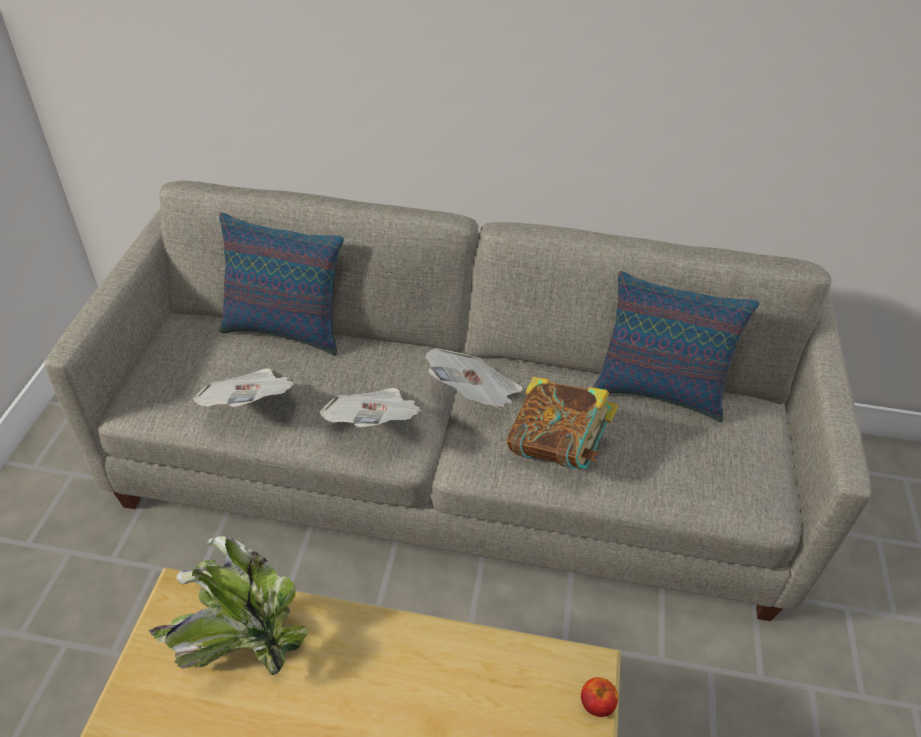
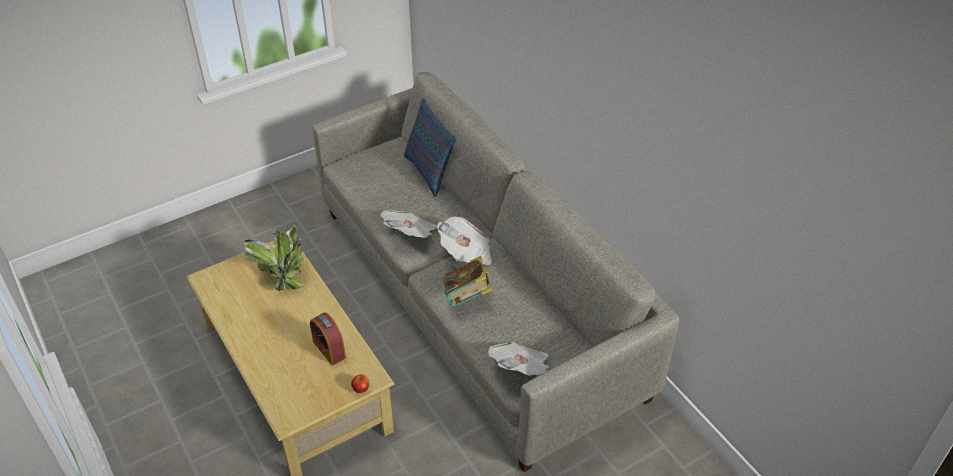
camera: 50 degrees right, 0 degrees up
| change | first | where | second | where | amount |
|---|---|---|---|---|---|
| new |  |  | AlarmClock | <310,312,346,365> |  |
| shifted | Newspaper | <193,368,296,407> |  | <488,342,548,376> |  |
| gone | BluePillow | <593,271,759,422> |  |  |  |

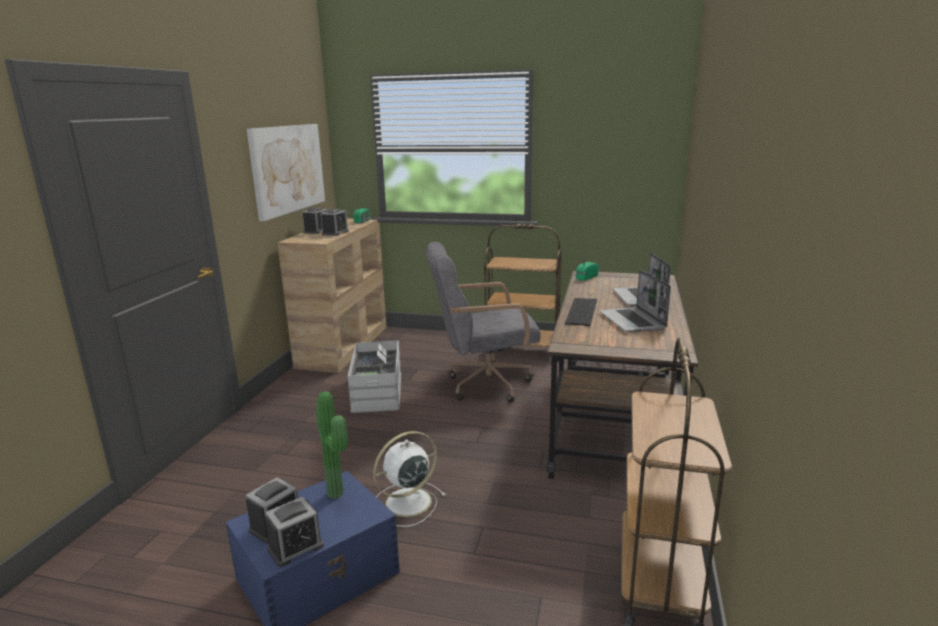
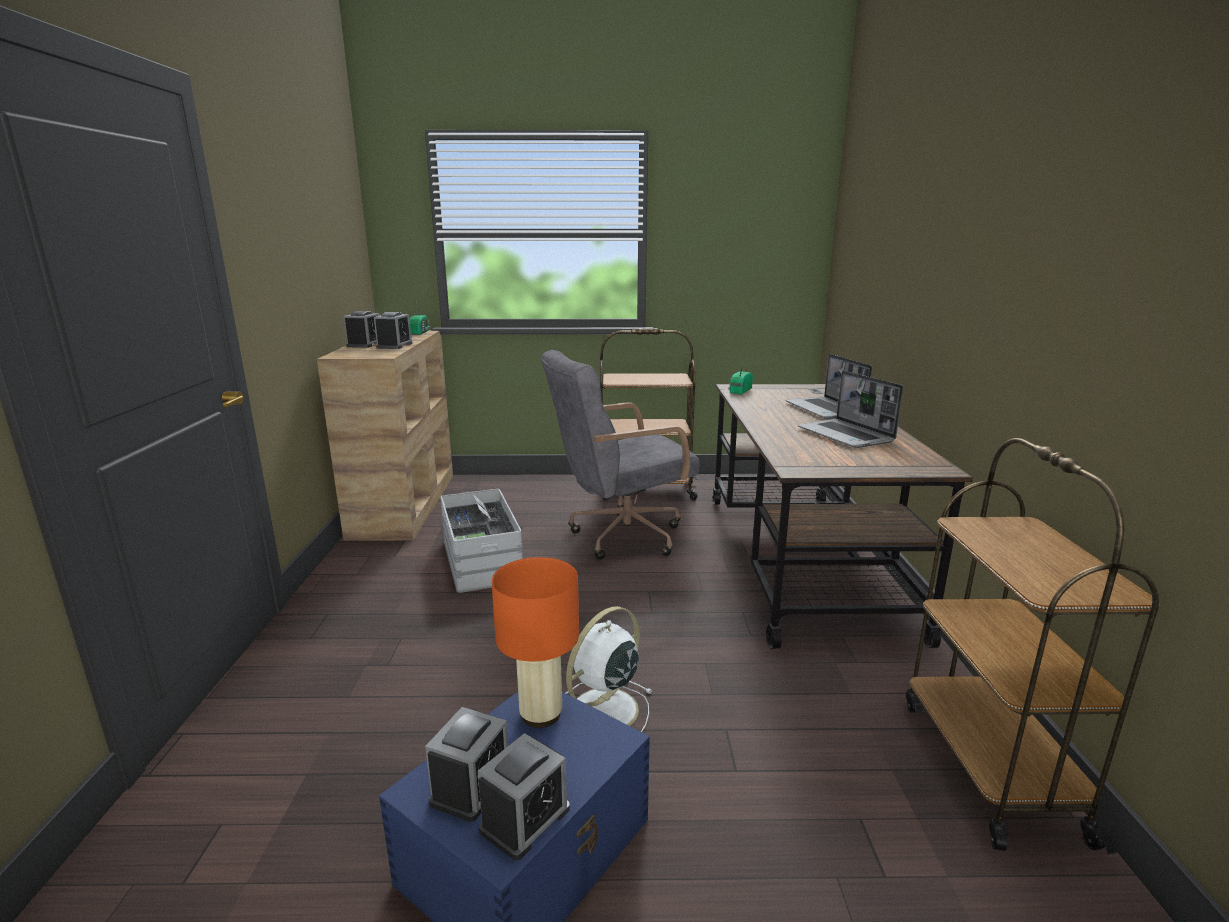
camera: 15 degrees left, 0 degrees up
| change | first | where | second | where | amount |
|---|---|---|---|---|---|
| swapped | PottedPlant | <316,391,348,499> | OrangeTableLamp | <492,557,579,728> |  |
| gone | Picture | <247,124,325,221> |  |  |  |
| gone | Keyboard | <565,298,597,326> |  |  |  |

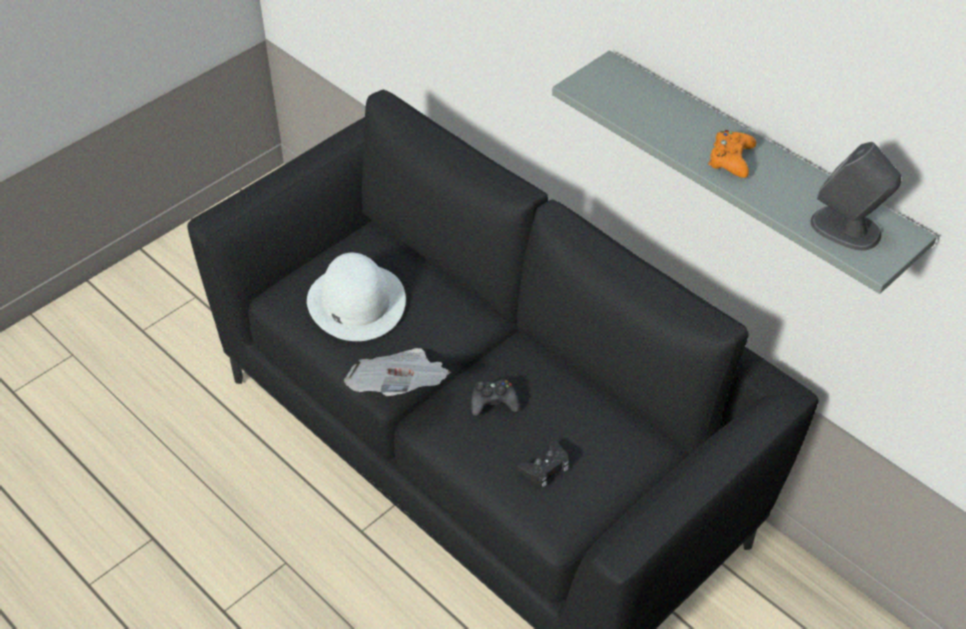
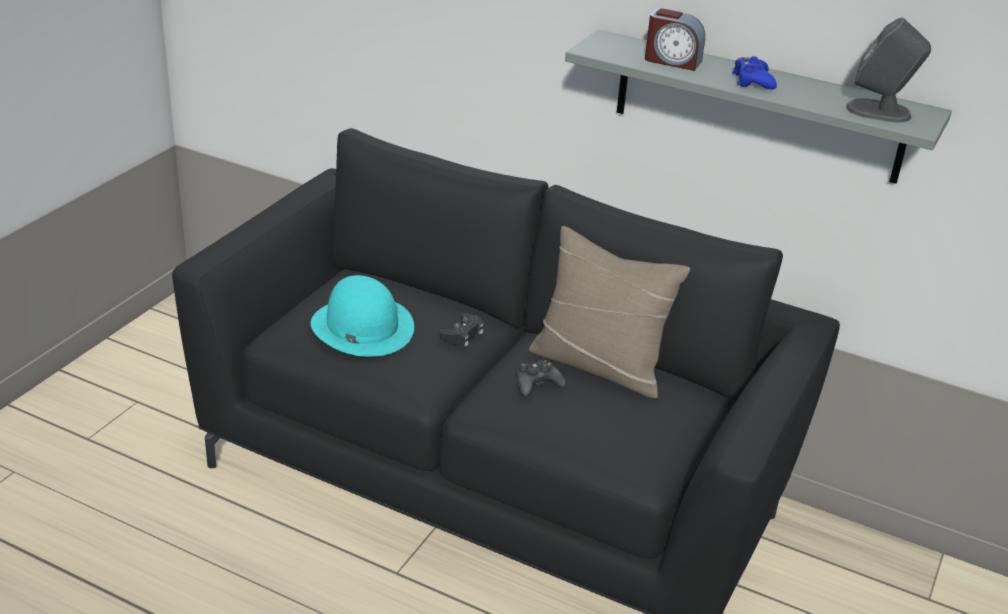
camera: 20 degrees left, 15 degrees down
| change | first | where | second | where | amount |
|---|---|---|---|---|---|
| repainted | WhiteHat | <307,253,406,341> | TurquoiseHat | <311,275,414,357> |  |
| shifted | BlackGameController | <518,441,569,487> |  | <440,313,483,347> |  |
| new |  |  | BeigePillow | <529,226,690,399> |  |
| new |  |  | AlarmClock | <645,8,705,71> |  |
| repainted | OrangeGameController | <708,130,756,178> | BlueGameController | <732,56,777,89> |  |
| gone | Newspaper | <344,348,451,396> |  |  |  |

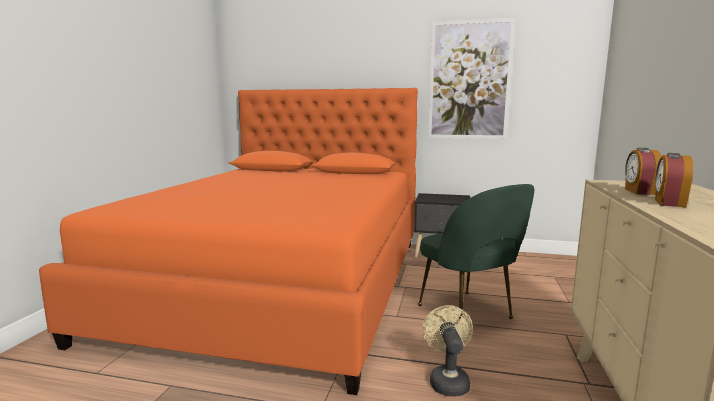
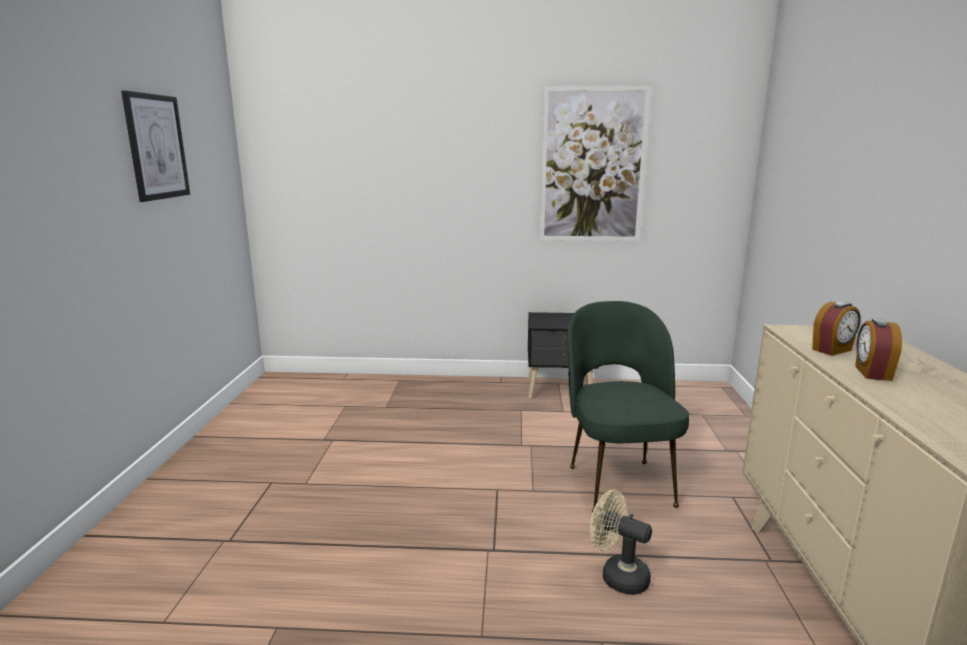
camera: 10 degrees left, 5 degrees up
| change | first | where | second | where | amount |
|---|---|---|---|---|---|
| new |  |  | Picture | <121,90,190,202> |  |
| rotated | GreenChair | <418,184,534,321> |  | <567,301,689,512> | 150 degrees counterclockwise |
| rotated | BeigeFan | <422,305,473,397> |  | <590,490,652,595> | 45 degrees counterclockwise |
| rotated | AlarmClock | <625,148,662,195> |  | <812,301,861,356> | 120 degrees counterclockwise |
| gone | OrangeBed | <39,88,418,395> |  |  |  |

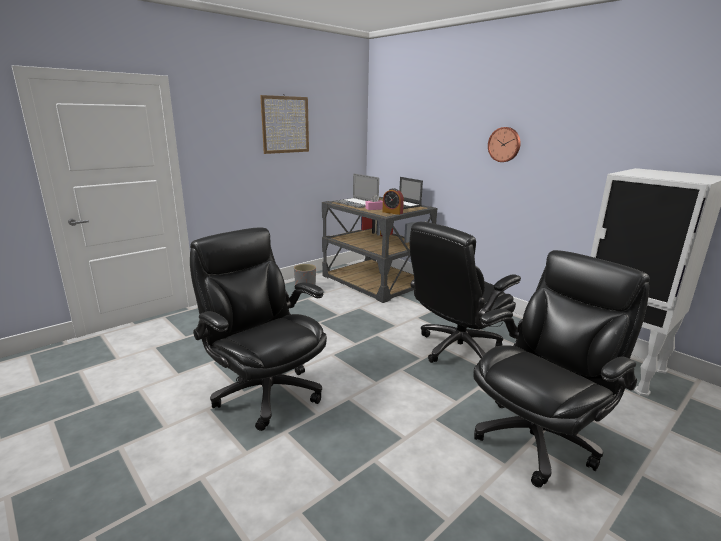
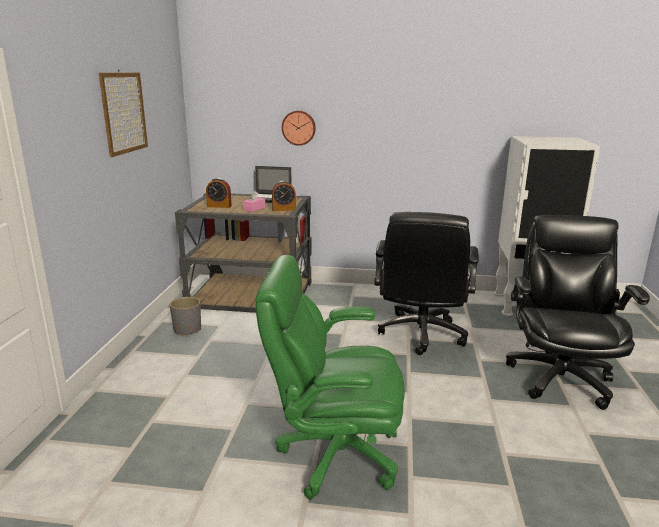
camera: 40 degrees left, 0 degrees up
| change | first | where | second | where | amount |
|---|---|---|---|---|---|
| swapped | Laptop | <334,173,379,208> | AlarmClock | <206,178,232,208> |  |
| repainted | BlackOfficeChair | <190,227,327,431> | GreenOfficeChair | <255,255,405,500> |  |
| shifted | WallClock | <488,127,521,162> |  | <282,111,316,146> |  |

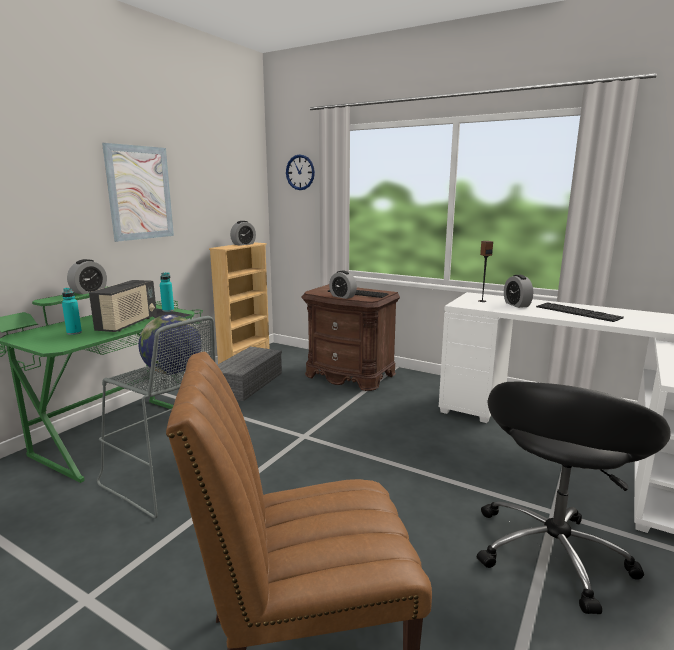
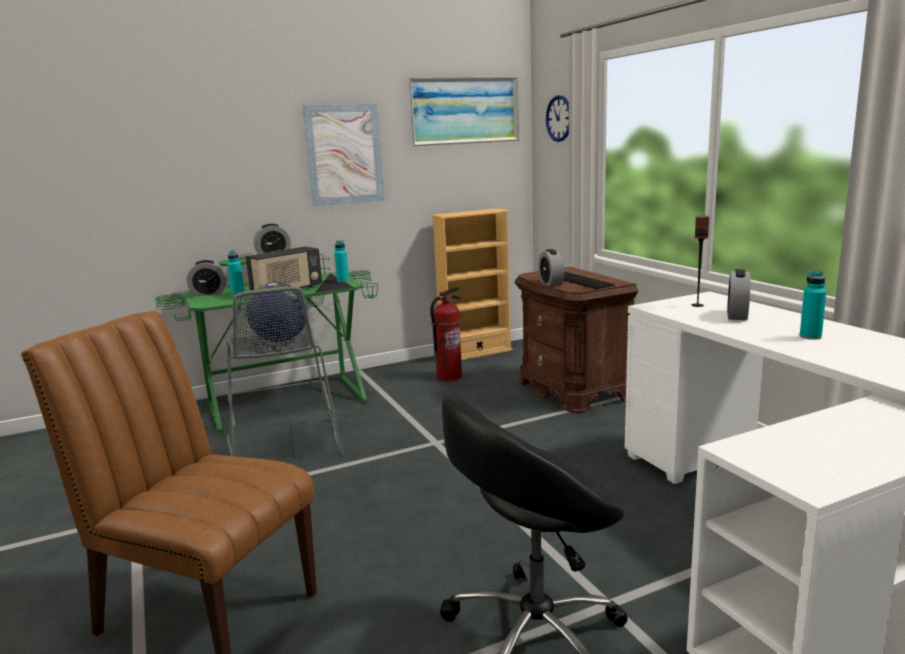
camera: 35 degrees right, 0 degrees up
| change | first | where | second | where | amount |
|---|---|---|---|---|---|
| shifted | AlarmClock | <230,221,256,246> |  | <187,260,227,296> |  |
| new |  |  | Picture | <407,76,519,146> |  |
| swapped | GreyStorageBox | <218,346,282,401> | FireExtinguisher | <430,287,462,381> |  |
| swapped | Keyboard | <536,303,624,322> | TurquoiseBottle | <800,271,827,340> |  |

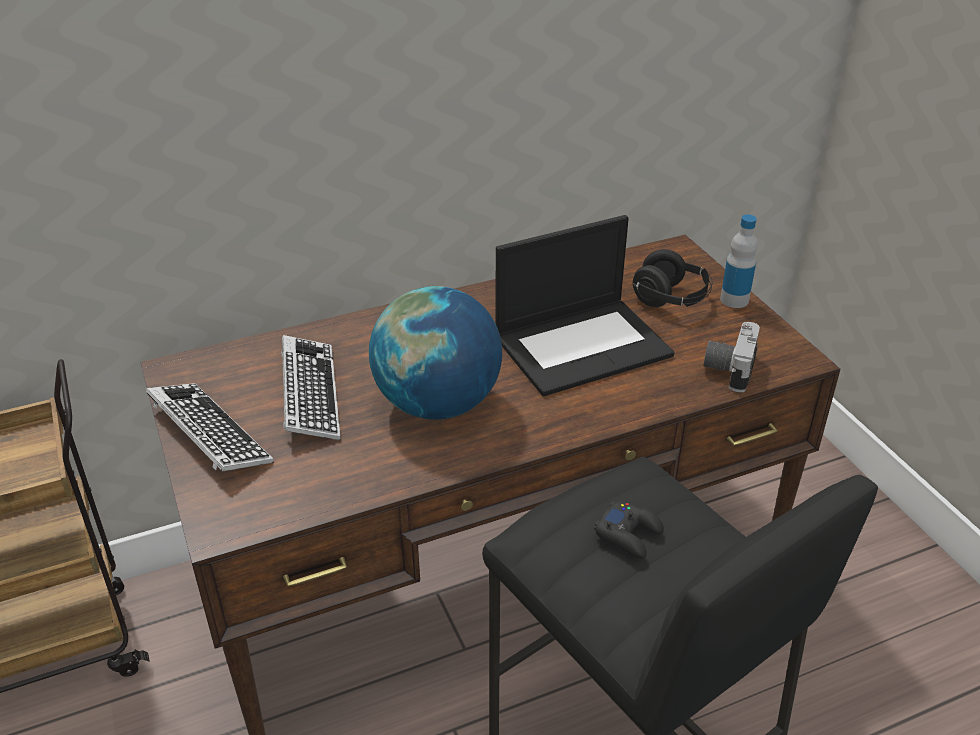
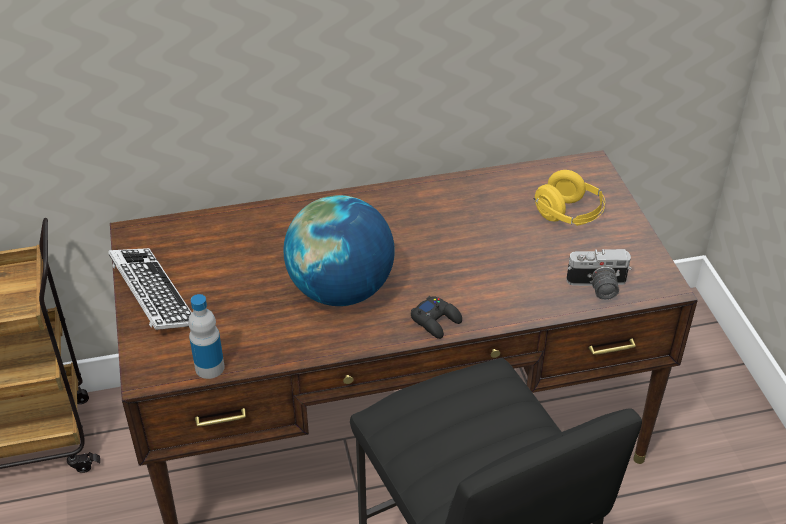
camera: 10 degrees right, 5 degrees up
| change | first | where | second | where | amount |
|---|---|---|---|---|---|
| shifted | Bottle | <720,215,758,308> |  | <188,294,225,379> |  |
| shifted | BlackGameController | <594,501,664,559> |  | <411,296,462,339> |  |
| repainted | BlackHeadphones | <632,249,712,307> | YellowHeadphones | <533,170,605,226> |  |
| rotated | PhotoCamera | <704,322,760,392> |  | <566,249,632,300> | 120 degrees counterclockwise |
| gone | Keyboard | <281,335,341,440> |  |  |  |
| gone | Laptop | <495,215,674,396> |  |  |  |

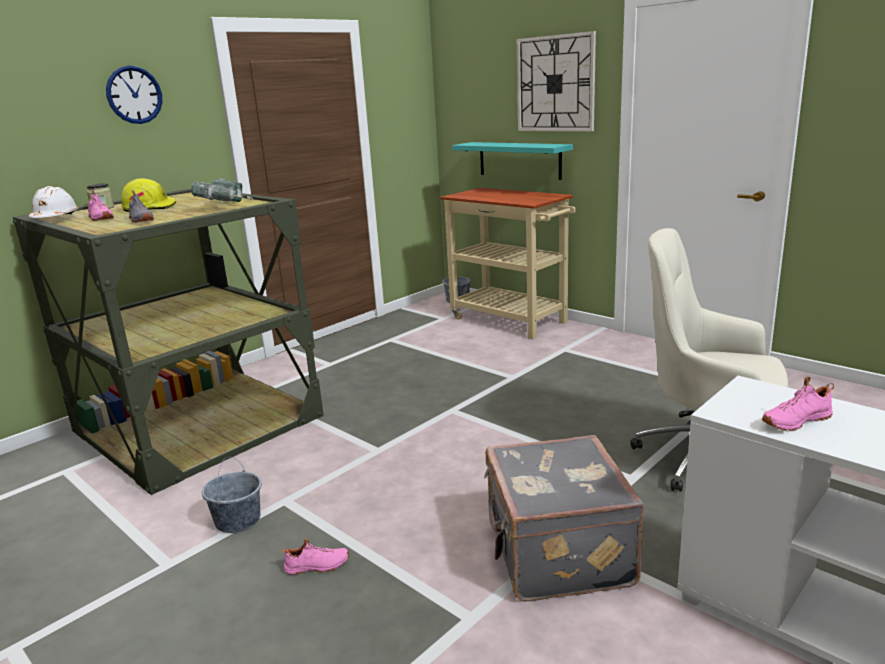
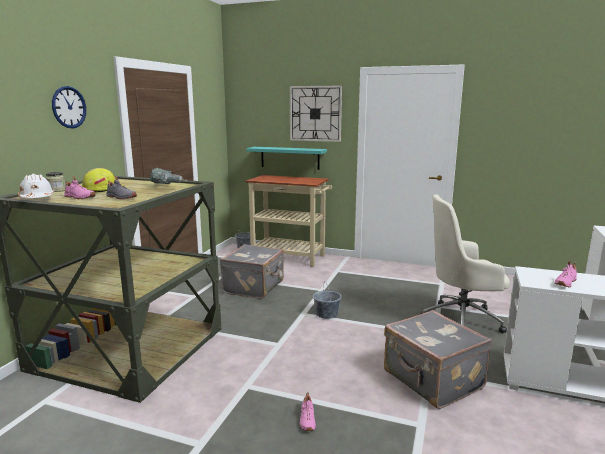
camera: 25 degrees left, 5 degrees down
| change | first | where | second | where | amount |
|---|---|---|---|---|---|
| new |  |  | GreySuitcase | <220,244,284,299> |  |
| rotated | PinkShoe | <281,538,349,575> |  | <300,393,316,431> | 120 degrees clockwise |
| shifted | GreyBucket | <202,457,262,533> |  | <313,283,342,319> |  |

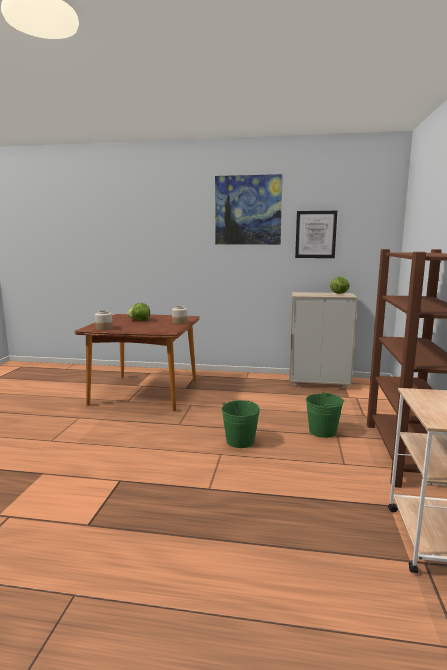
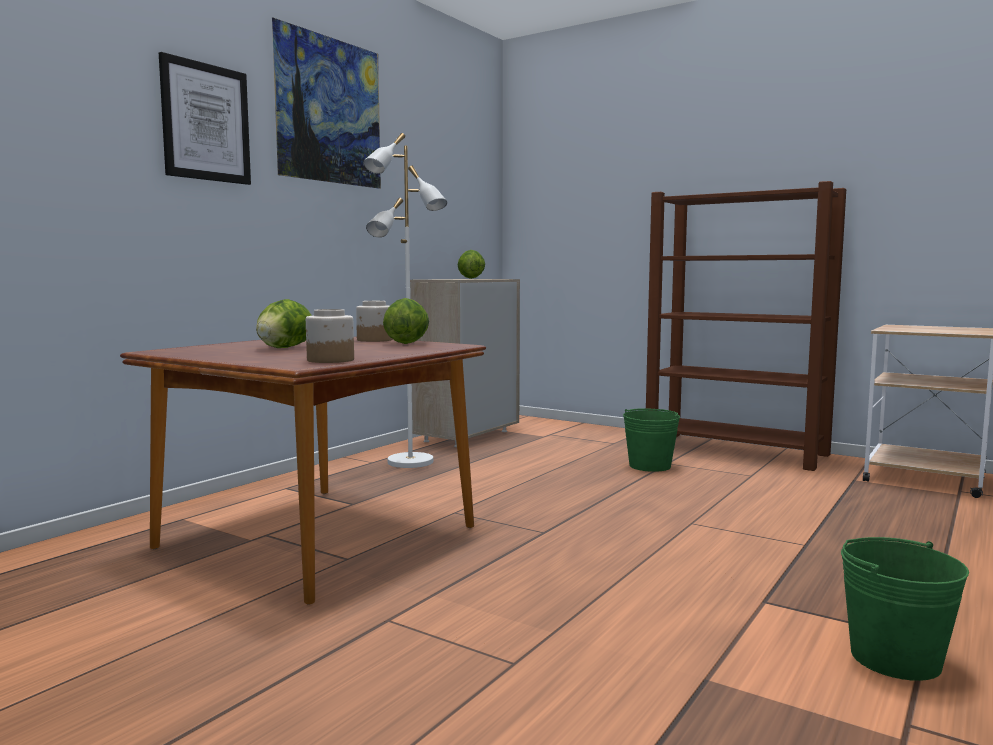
camera: 65 degrees left, 5 degrees down
| change | first | where | second | where | amount |
|---|---|---|---|---|---|
| shifted | Picture | <295,211,337,258> |  | <159,52,251,185> |  |
| new |  |  | WhiteFloorLamp | <363,133,447,468> |  |
| new |  |  | Lettuce | <383,298,429,344> |  |
| shifted | GreenBucket | <222,400,260,448> |  | <841,537,969,681> |  |

